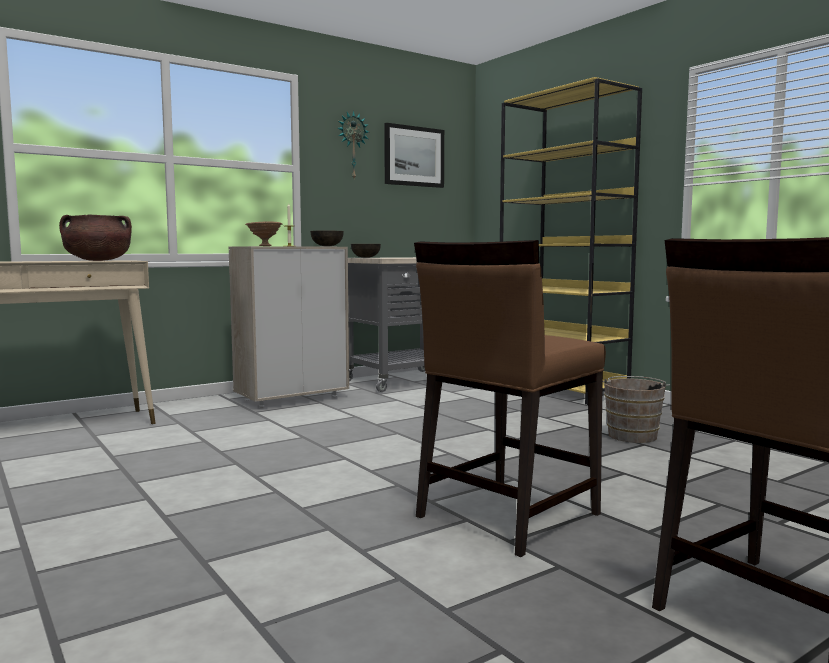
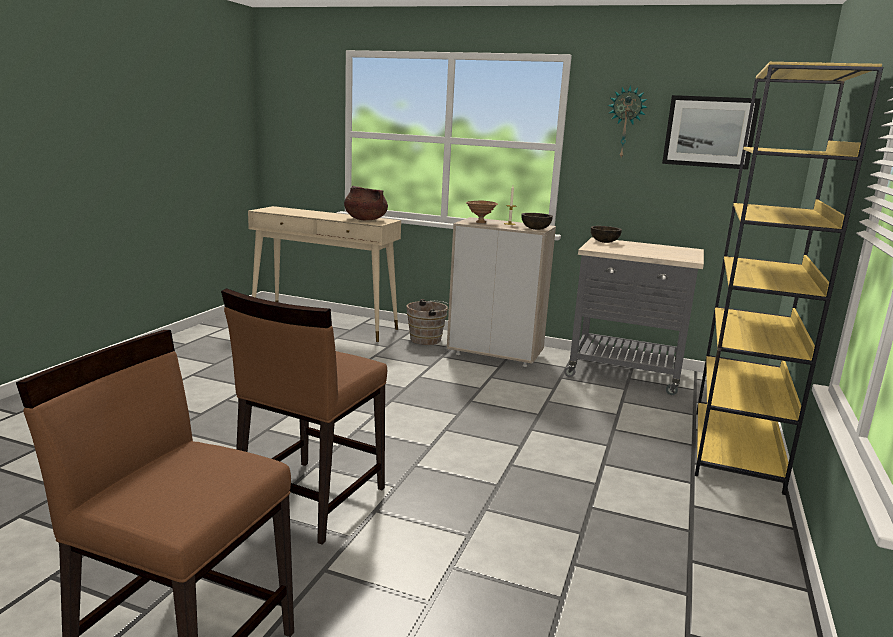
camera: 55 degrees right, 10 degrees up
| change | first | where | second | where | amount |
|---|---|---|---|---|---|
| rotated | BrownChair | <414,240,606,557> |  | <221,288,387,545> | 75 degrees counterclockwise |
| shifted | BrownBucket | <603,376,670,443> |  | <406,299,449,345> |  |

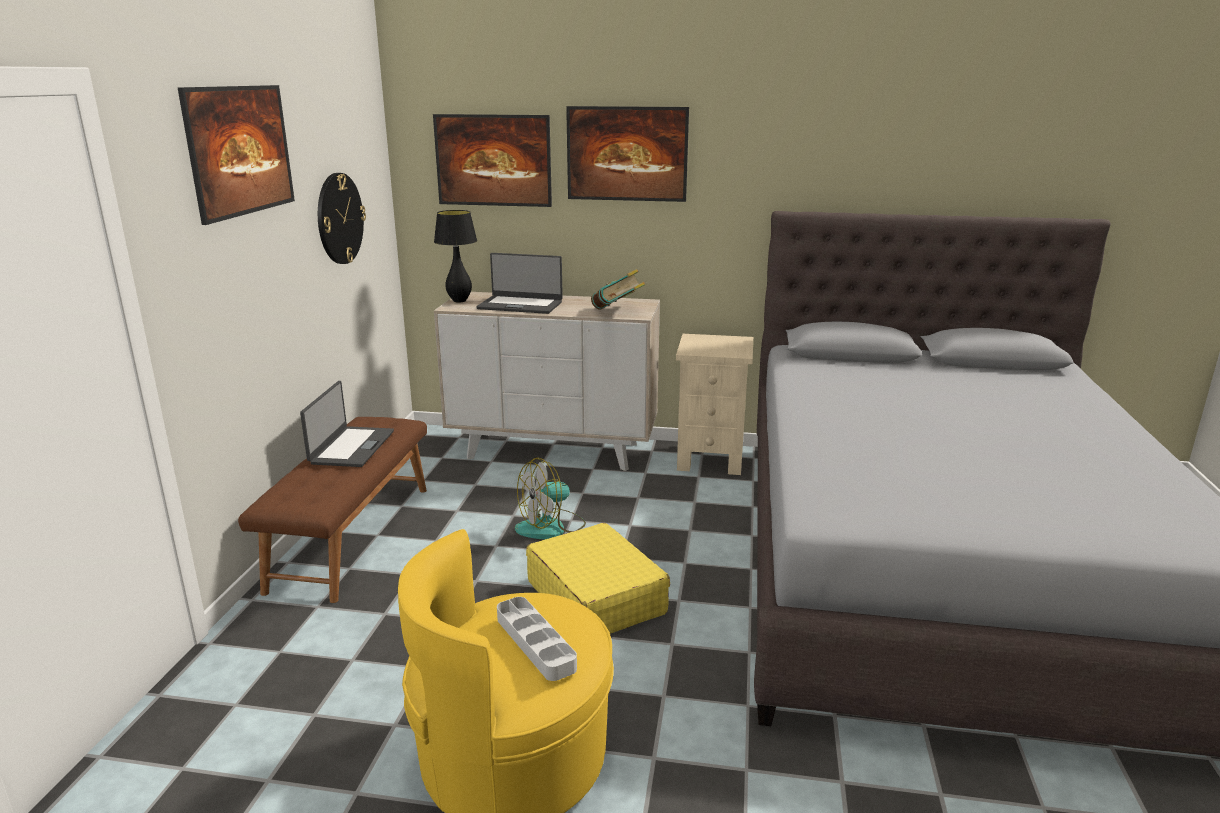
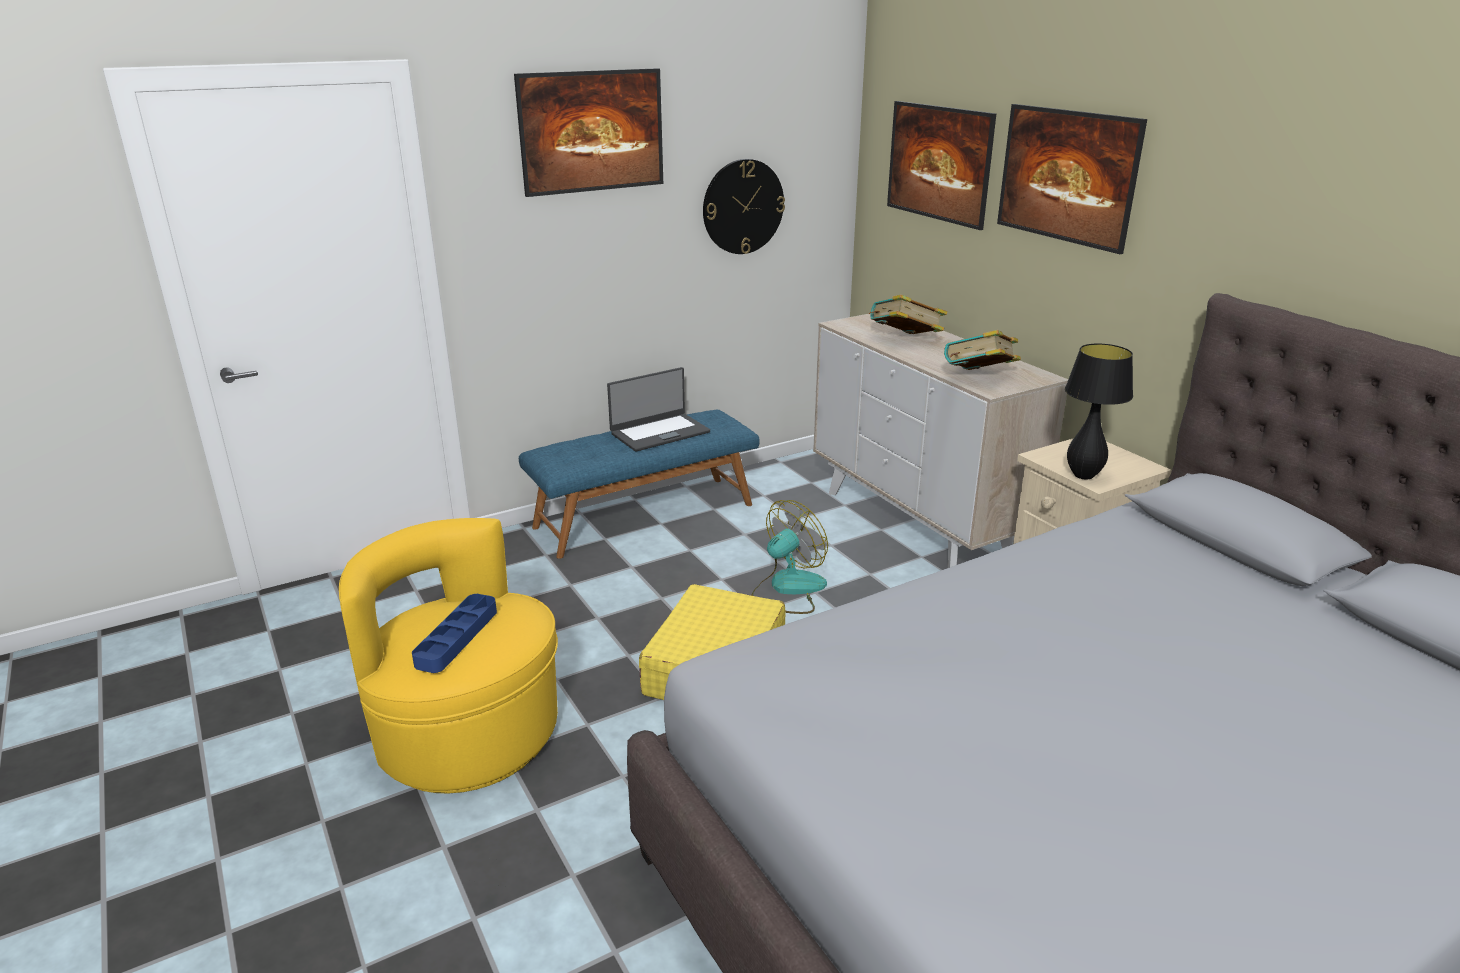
camera: 50 degrees right, 5 degrees up
| change | first | where | second | where | amount |
|---|---|---|---|---|---|
| repainted | GreyTray | <497,597,577,681> | BlueTray | <412,594,497,673> |  |
| repainted | BrownBench | <238,417,427,603> | BlueBench | <519,410,760,559> |  |
| rotated | Fan | <515,458,586,539> |  | <751,500,828,614> | 120 degrees clockwise |
| swapped | Laptop | <476,253,563,314> | Book | <869,294,947,334> |  |
| shifted | BlackTableLamp | <434,210,477,303> |  | <1065,343,1133,480> |  |

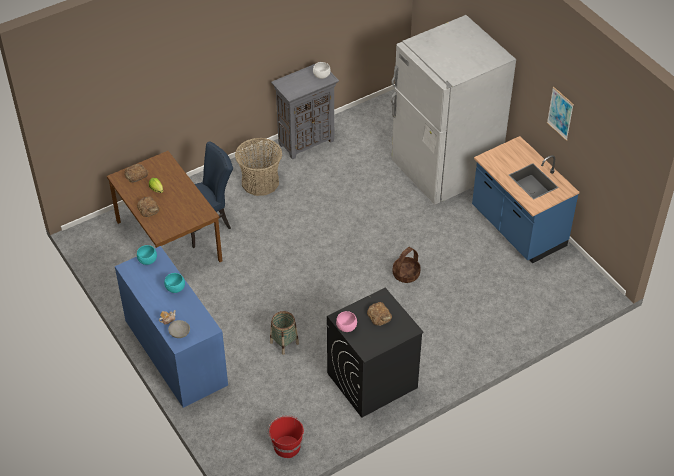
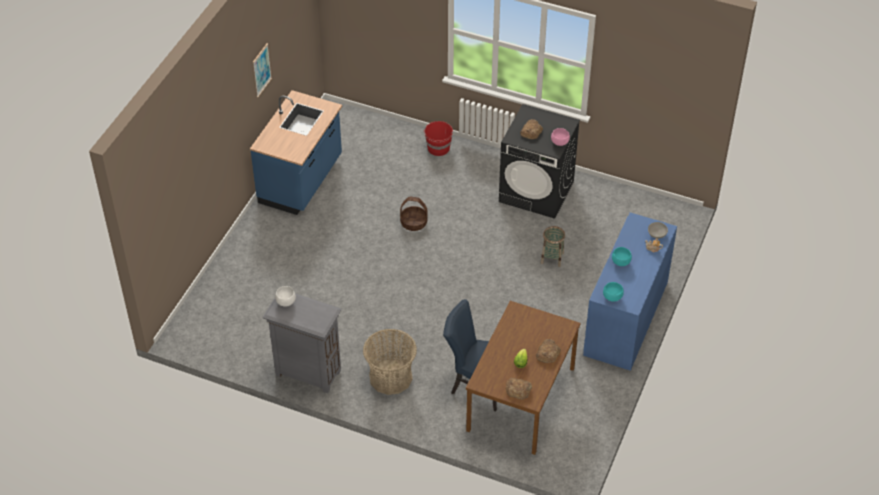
camera: 125 degrees left, 0 degrees up
| change | first | where | second | where | amount |
|---|---|---|---|---|---|
| shifted | RedBucket | <268,415,304,458> |  | <424,121,453,156> |  |
| gone | WhiteFridge | <391,15,516,204> |  |  |  |

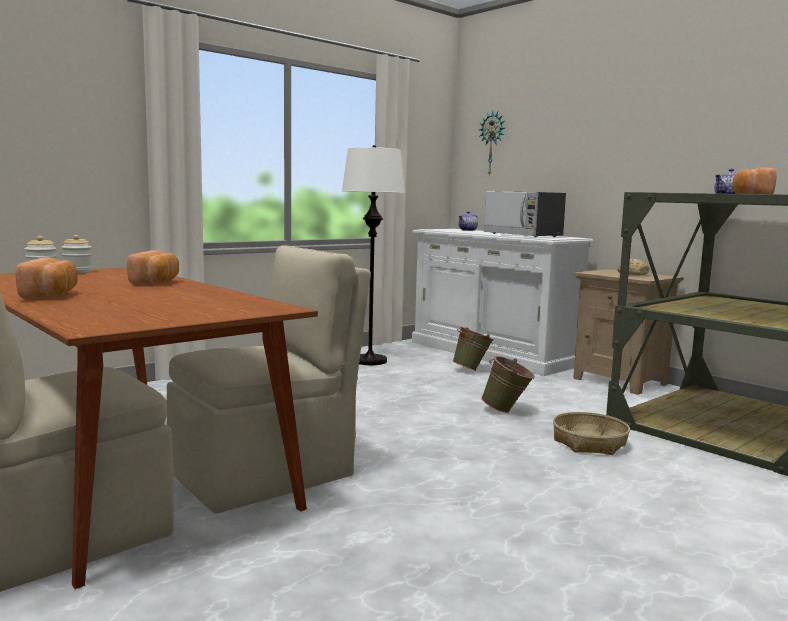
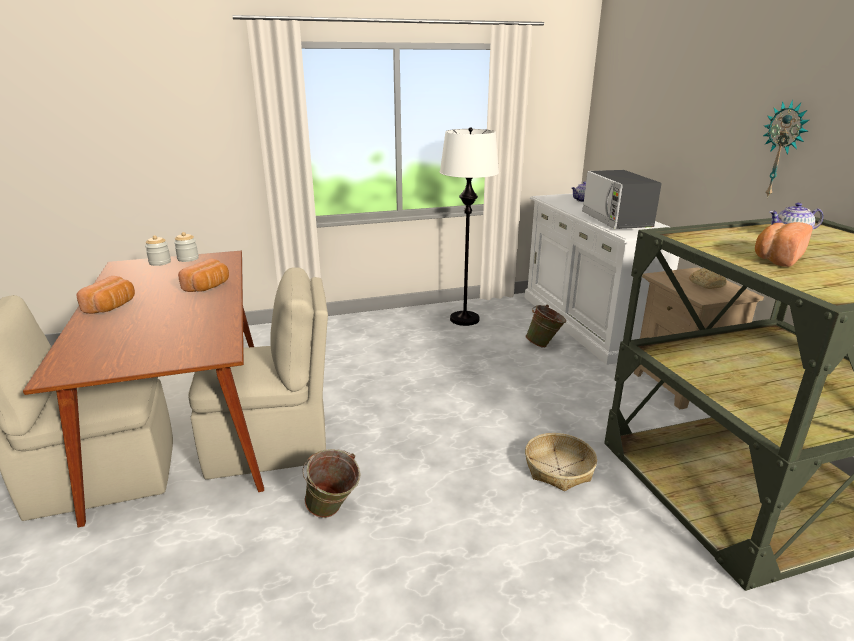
camera: 25 degrees right, 15 degrees up
| change | first | where | second | where | amount |
|---|---|---|---|---|---|
| shifted | GreenBucket | <481,356,535,413> |  | <302,449,361,518> |  |
| shifted | WallClock | <479,111,505,176> |  | <763,99,809,198> |  |

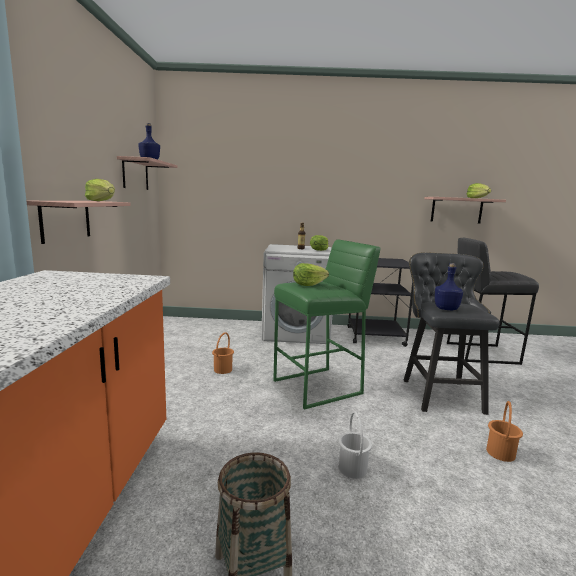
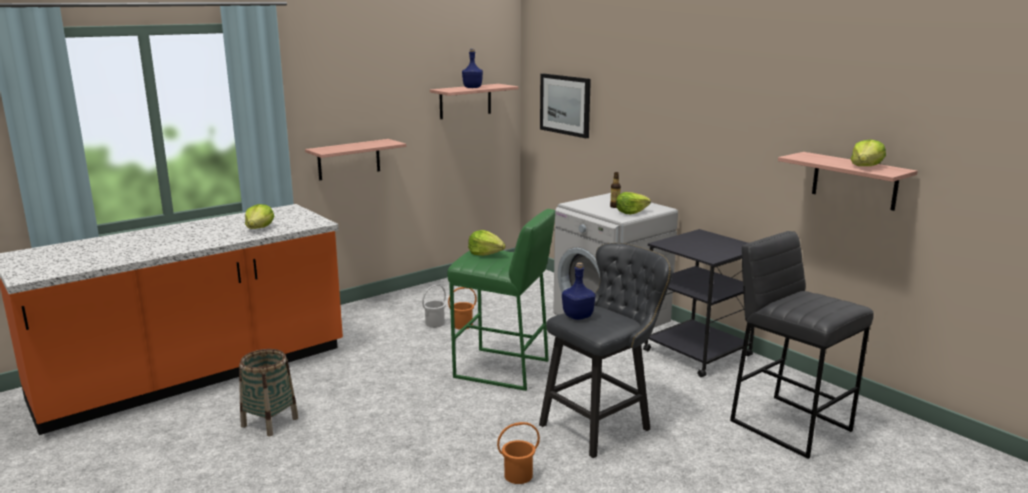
camera: 50 degrees right, 5 degrees up
| change | first | where | second | where | amount |
|---|---|---|---|---|---|
| shifted | Lettuce | <85,179,115,201> |  | <245,204,274,229> |  |
| shifted | WhiteBucket | <338,411,372,478> |  | <422,285,446,328> |  |
| new |  |  | Picture | <540,73,591,138> |  |

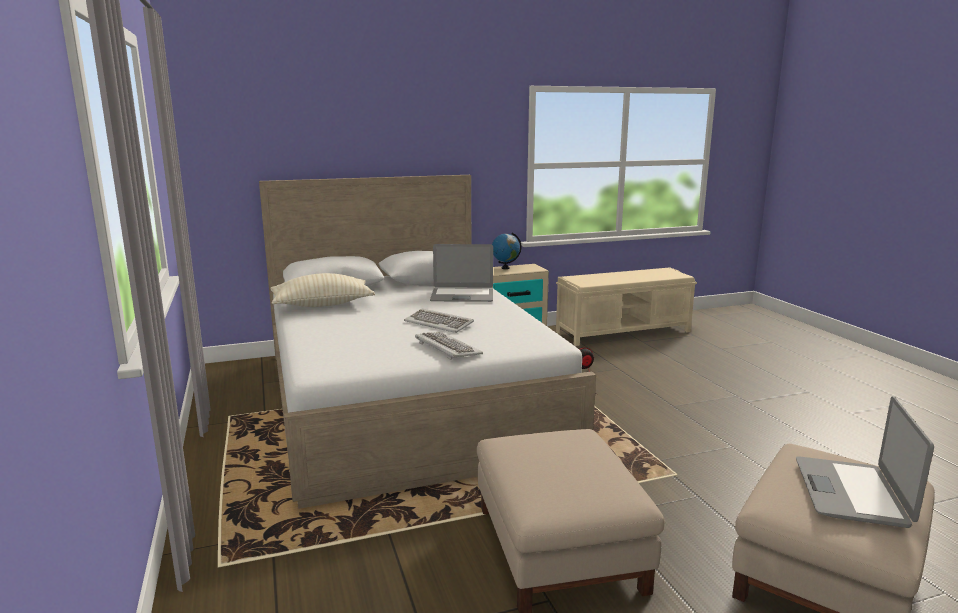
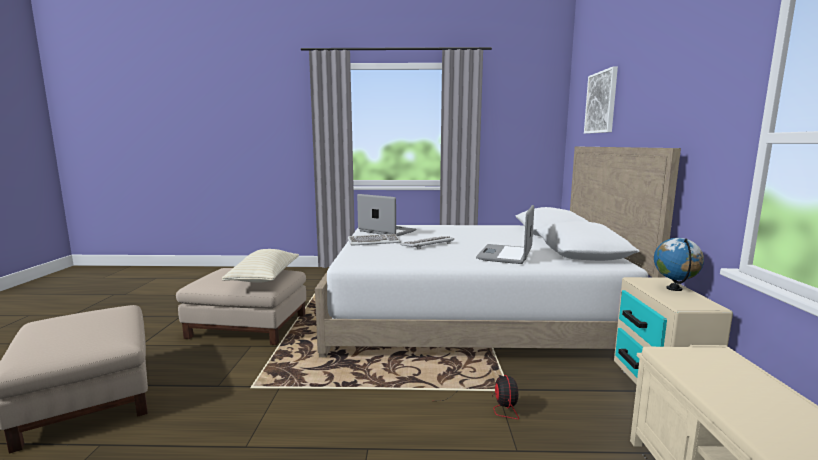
camera: 110 degrees right, 5 degrees down
| change | first | where | second | where | amount |
|---|---|---|---|---|---|
| shifted | BeigePillow | <271,273,375,307> |  | <222,249,299,283> |  |
| shifted | Laptop | <796,396,934,528> |  | <357,194,416,236> |  |
| new |  |  | Picture | <584,66,618,134> |  |

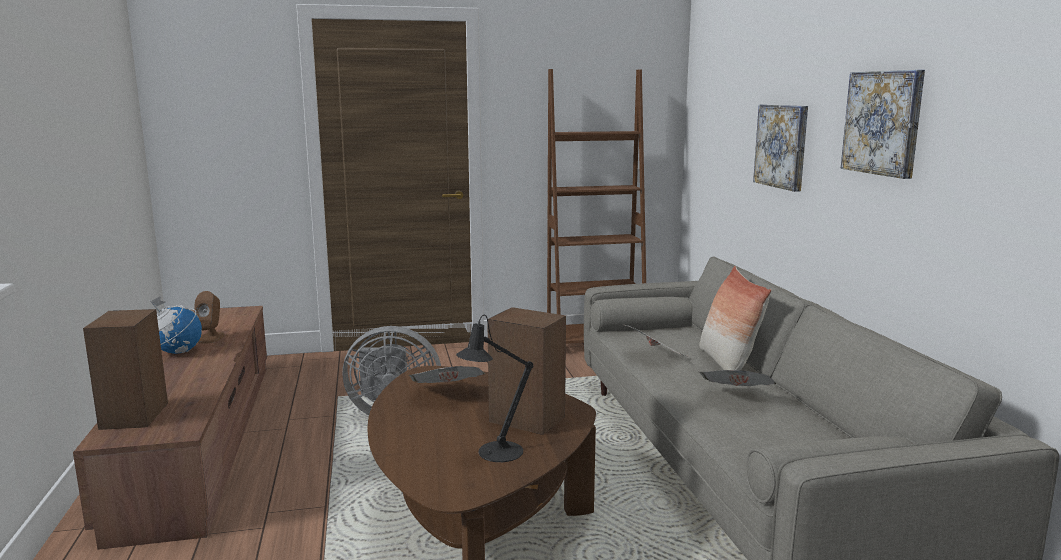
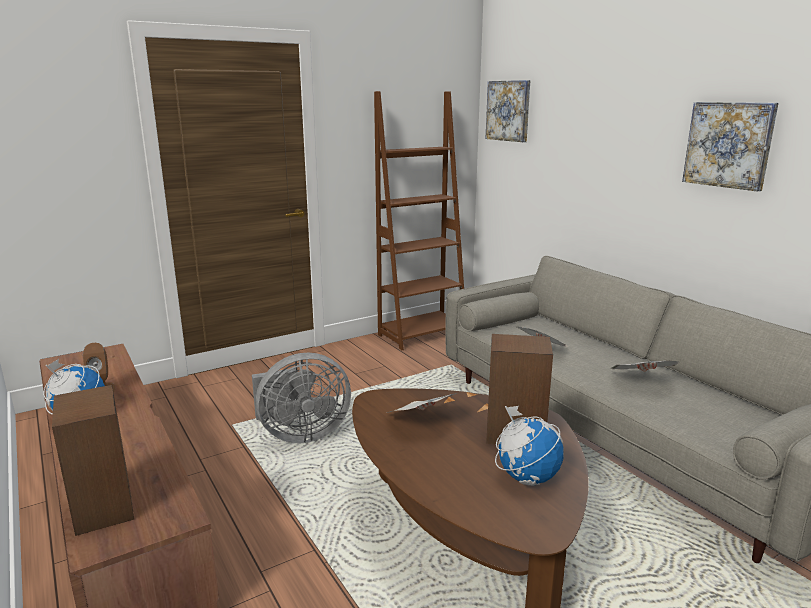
camera: 20 degrees left, 5 degrees up
| change | first | where | second | where | amount |
|---|---|---|---|---|---|
| shifted | Picture | <753,104,808,192> |  | <485,80,530,142> |  |
| swapped | BlackTableLamp | <456,315,533,462> | Globe | <495,406,564,486> |  |
| gone | Pillow | <699,266,771,370> |  |  |  |

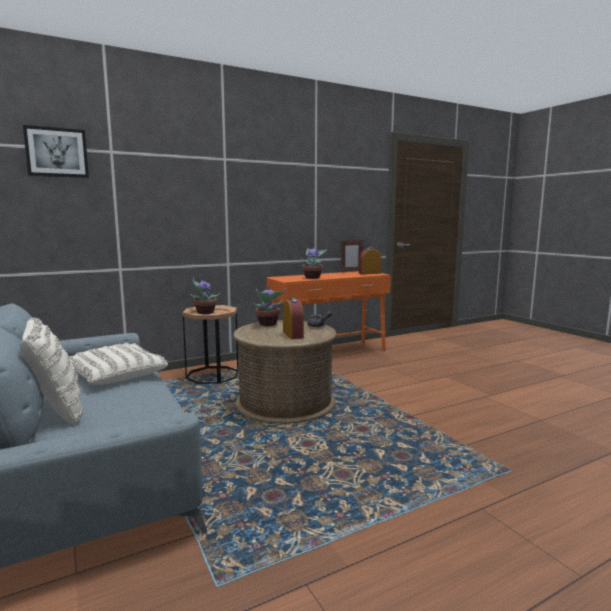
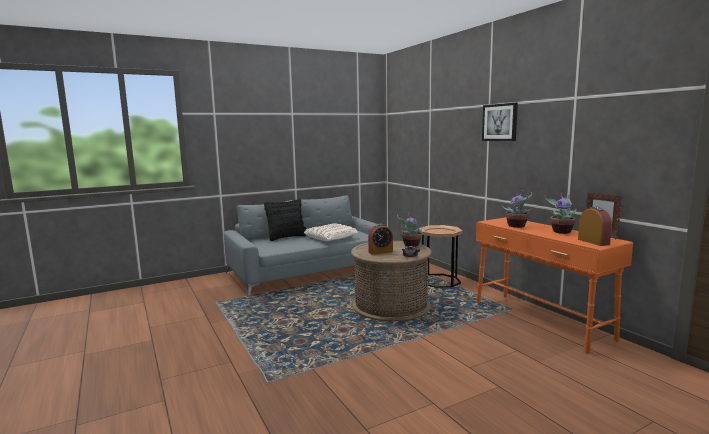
camera: 90 degrees right, 0 degrees up
| change | first | where | second | where | amount |
|---|---|---|---|---|---|
| repainted | BeigePillow | <21,318,83,424> | BlackPillow | <264,199,306,241> |  |
| shifted | Picture | <23,125,89,178> |  | <482,103,518,141> |  |
| shifted | PottedPlant | <189,276,220,314> |  | <544,193,577,234> |  |

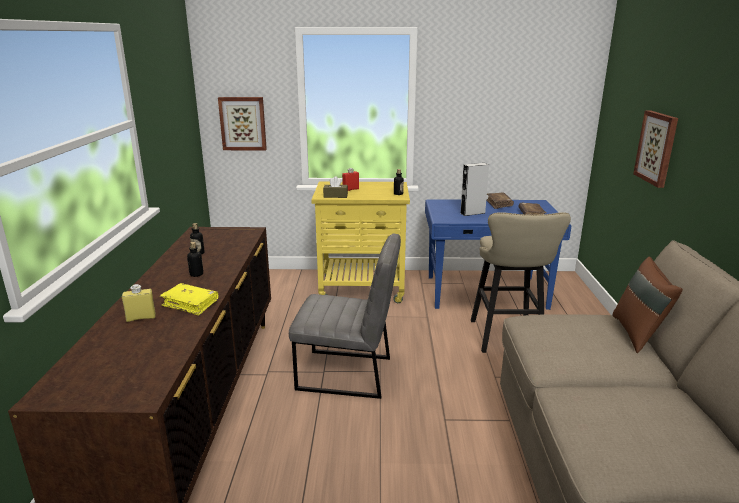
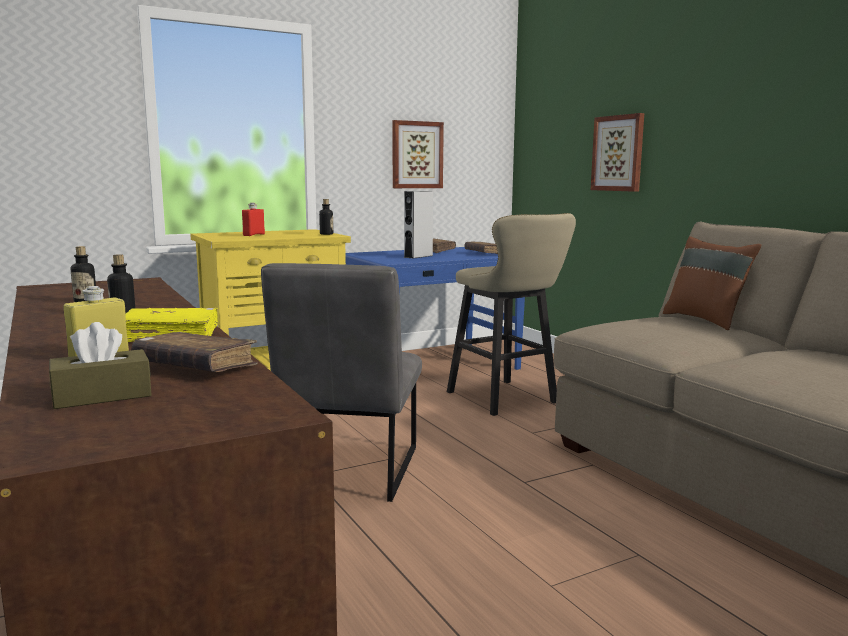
camera: 30 degrees left, 10 degrees down
| change | first | where | second | where | amount |
|---|---|---|---|---|---|
| shifted | BrownTissueBox | <323,176,348,198> |  | <49,322,152,409> |  |
| new |  |  | BrownBook | <131,332,258,372> |  |
| rotated | GreyChair | <289,234,401,399> |  | <261,263,422,502> | 120 degrees clockwise |
| shifted | Picture | <218,97,267,150> |  | <392,120,444,188> |  |

